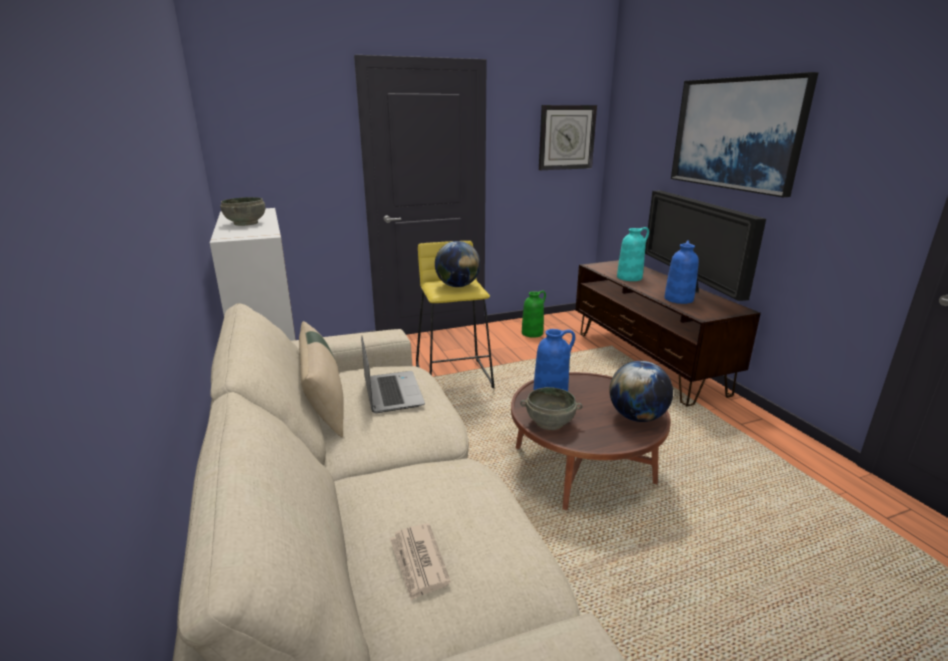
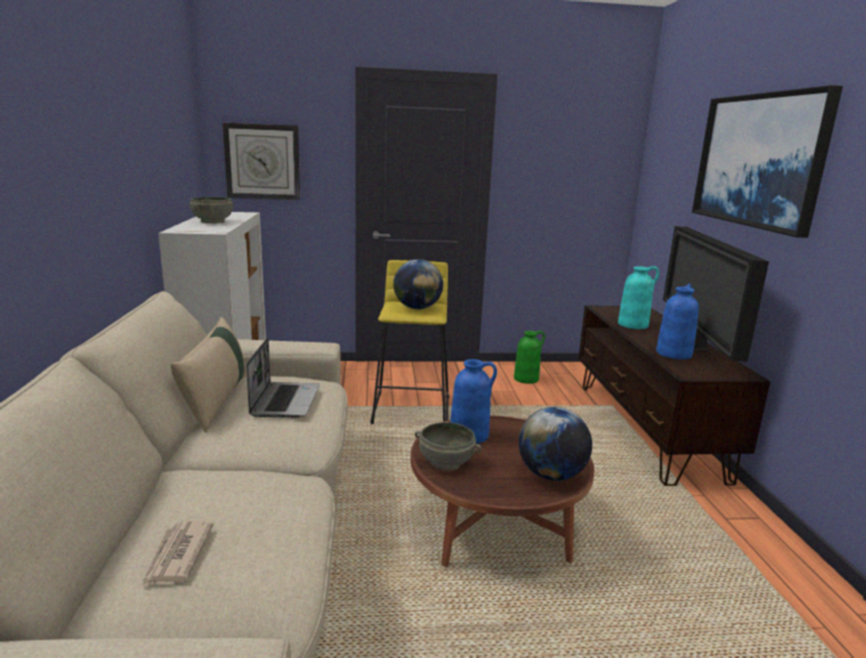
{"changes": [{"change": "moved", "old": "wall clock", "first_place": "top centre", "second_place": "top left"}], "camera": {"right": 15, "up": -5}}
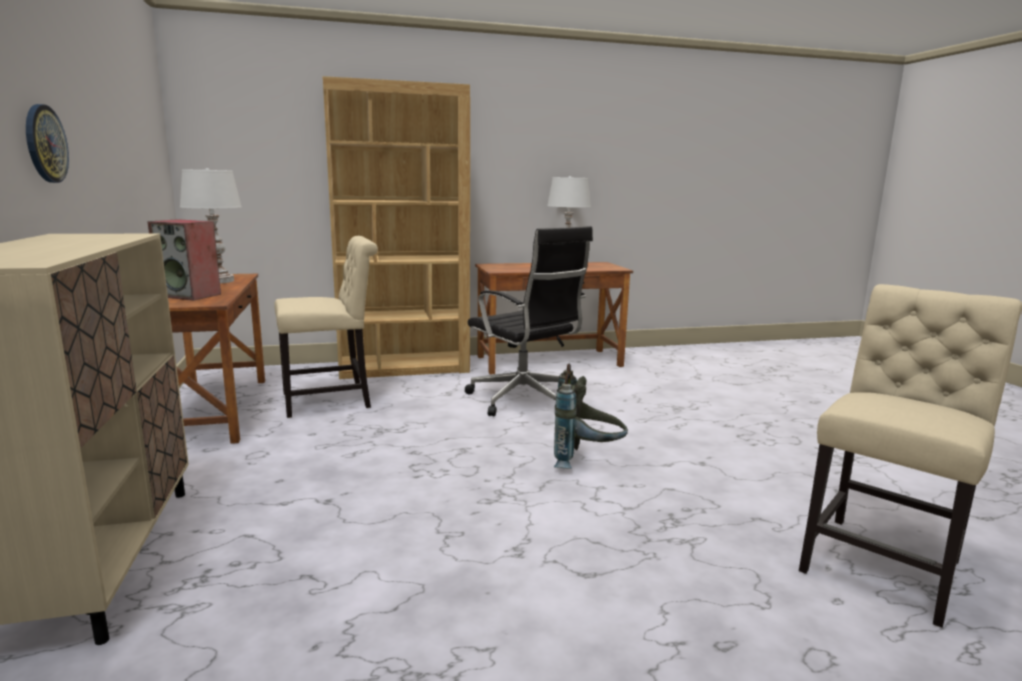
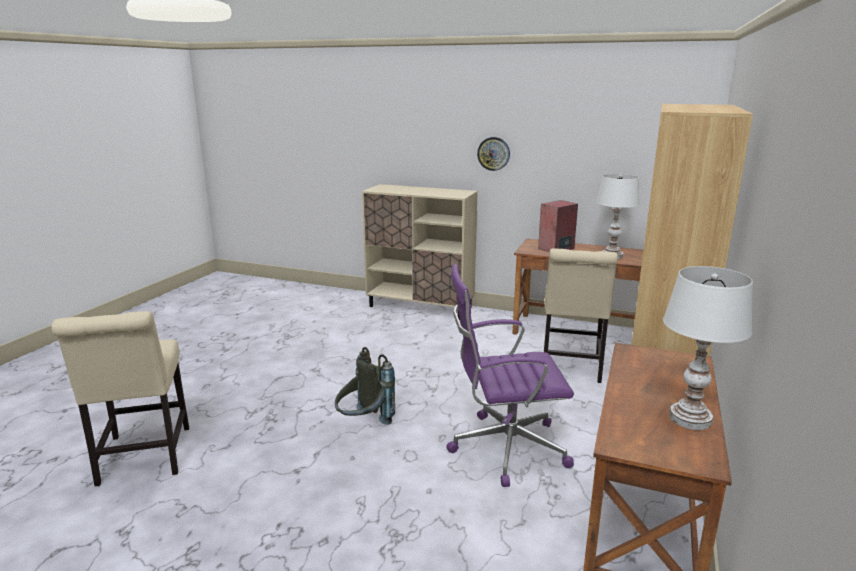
{"changes": [{"change": "recoloured", "old": "office chair (black)", "new": "office chair (purple)", "first_place": "centre", "second_place": "centre"}], "camera": {"right": 125, "up": 5}}
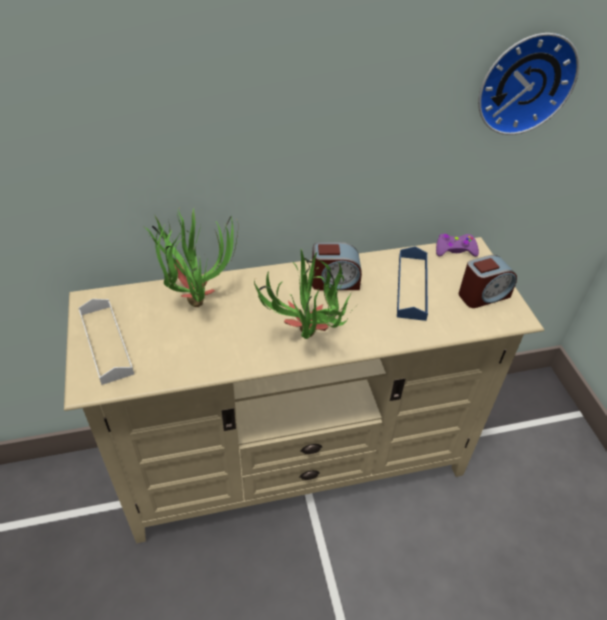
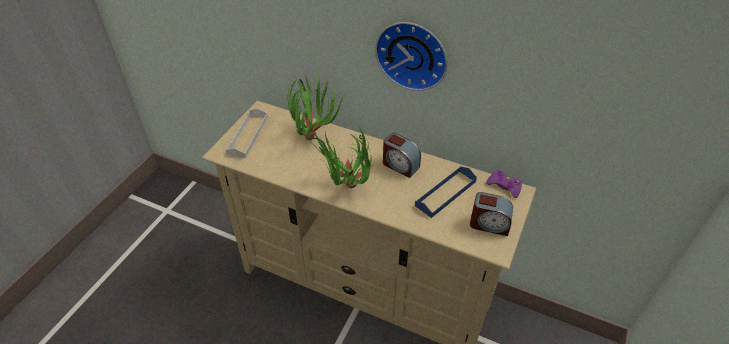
{"changes": [{"change": "moved", "old": "wall clock", "first_place": "top right", "second_place": "top centre"}], "camera": {"right": 40, "up": 0}}
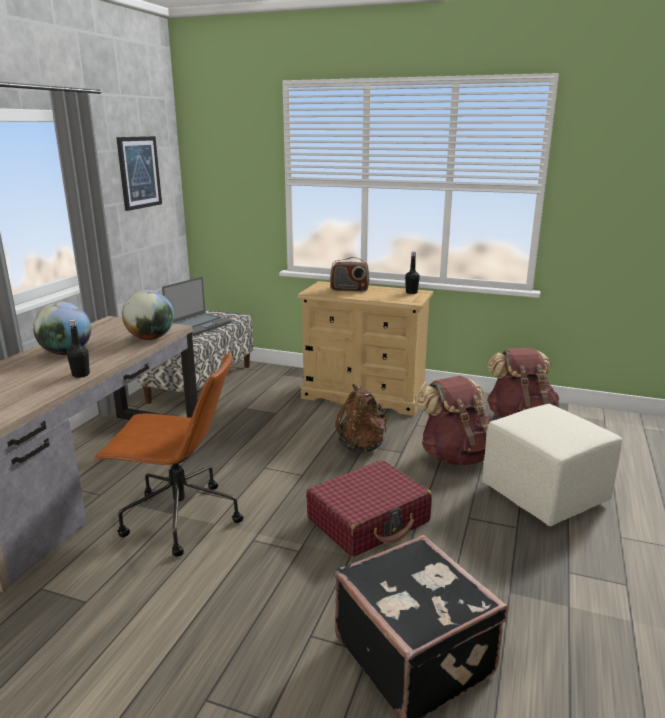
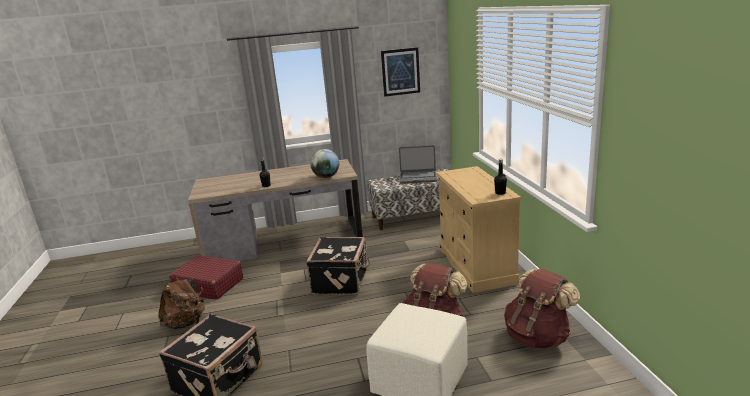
{"changes": [{"change": "removed", "old": "radio", "first_place": "centre"}, {"change": "removed", "old": "world globe (1st from left)", "first_place": "middle left"}, {"change": "removed", "old": "office chair (brown-coloured)", "first_place": "middle left"}, {"change": "moved", "old": "backpack (brown-coloured) (1st from left)", "first_place": "centre", "second_place": "bottom left"}, {"change": "moved", "old": "suitcase (reddish)", "first_place": "bottom centre", "second_place": "bottom left"}, {"change": "added", "new": "suitcase (black) (2nd from left)", "second_place": "bottom centre"}], "camera": {"right": 60, "up": 0}}
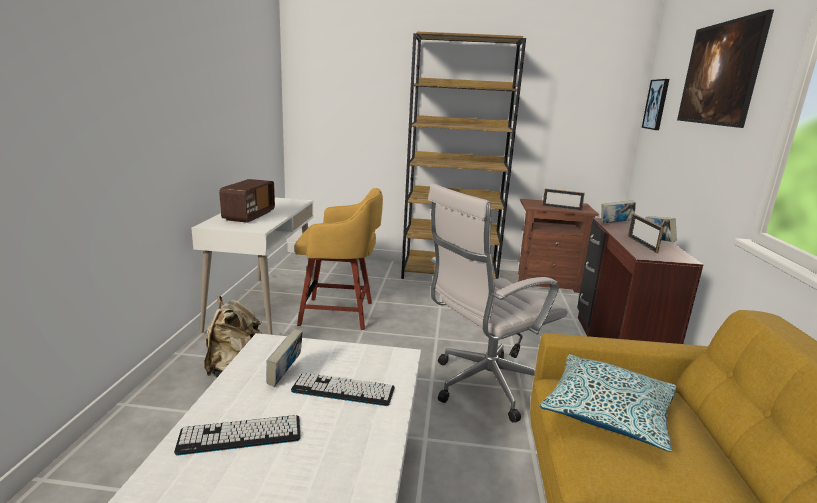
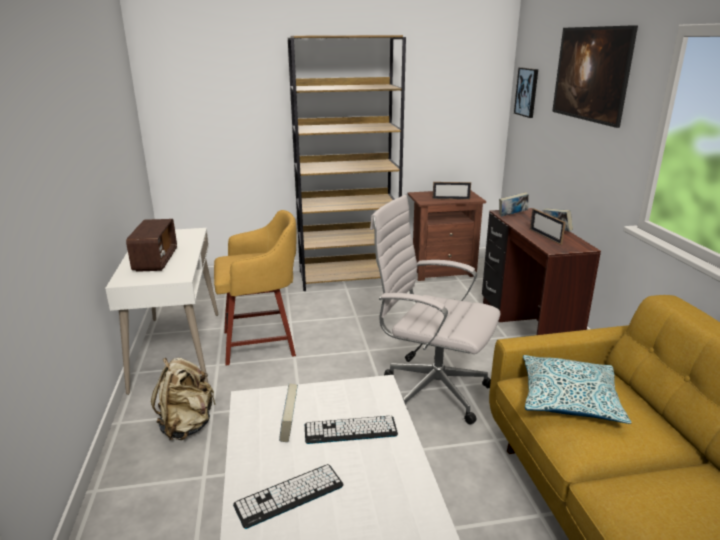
{"changes": [{"change": "turned", "old": "office chair (white-coloured)", "first_place": "centre", "second_place": "centre", "degrees": 75}], "camera": {"right": -15, "up": 5}}
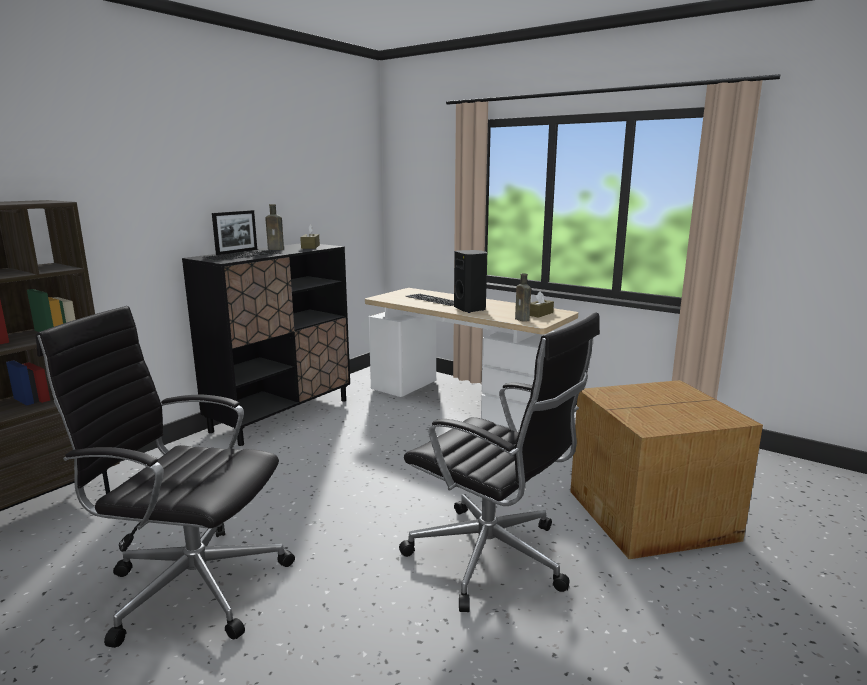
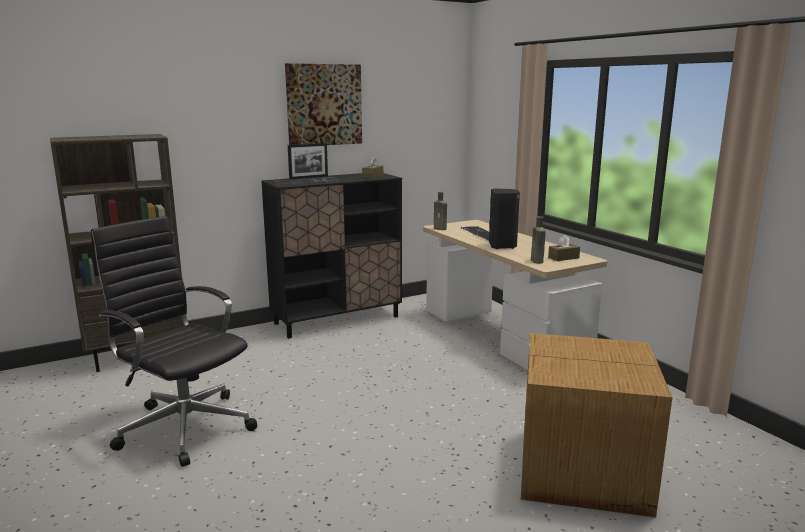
{"changes": [{"change": "moved", "old": "beverage bottle (brown-coloured) (1st from left)", "first_place": "top left", "second_place": "centre"}, {"change": "removed", "old": "office chair (black) (2nd from left)", "first_place": "bottom centre"}, {"change": "added", "new": "wall picture", "second_place": "top centre"}], "camera": {"right": 25, "up": 0}}
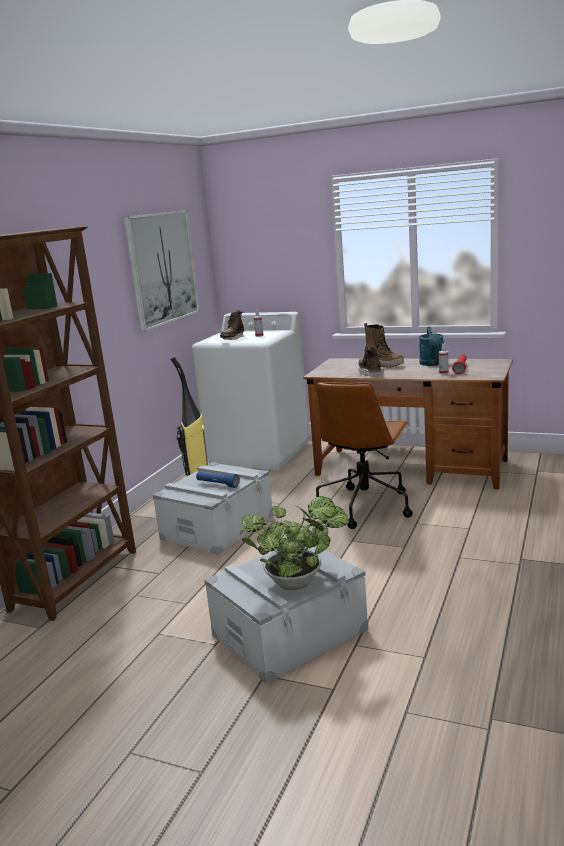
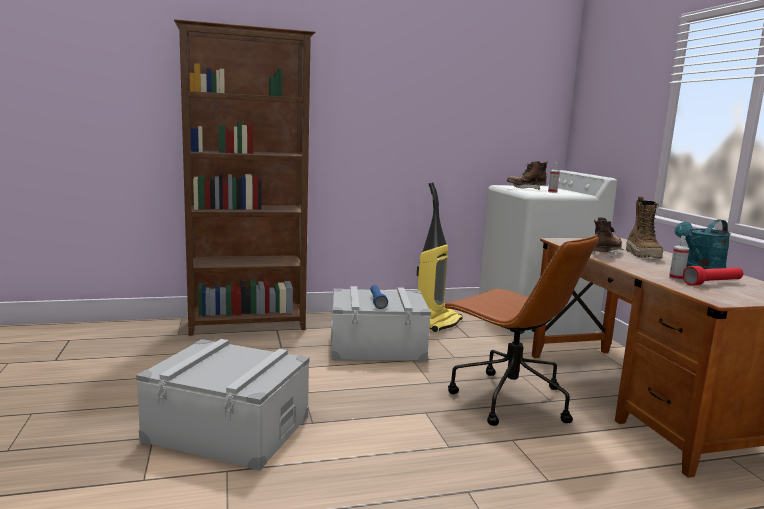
{"changes": [{"change": "removed", "old": "wall picture", "first_place": "top left"}, {"change": "turned", "old": "office chair (brown-coloured)", "first_place": "centre", "second_place": "middle right", "degrees": -120}, {"change": "removed", "old": "potted plant", "first_place": "centre"}], "camera": {"right": 50, "up": -5}}
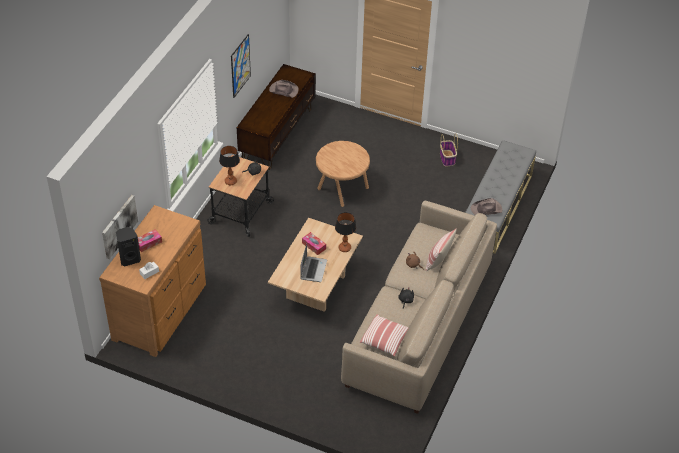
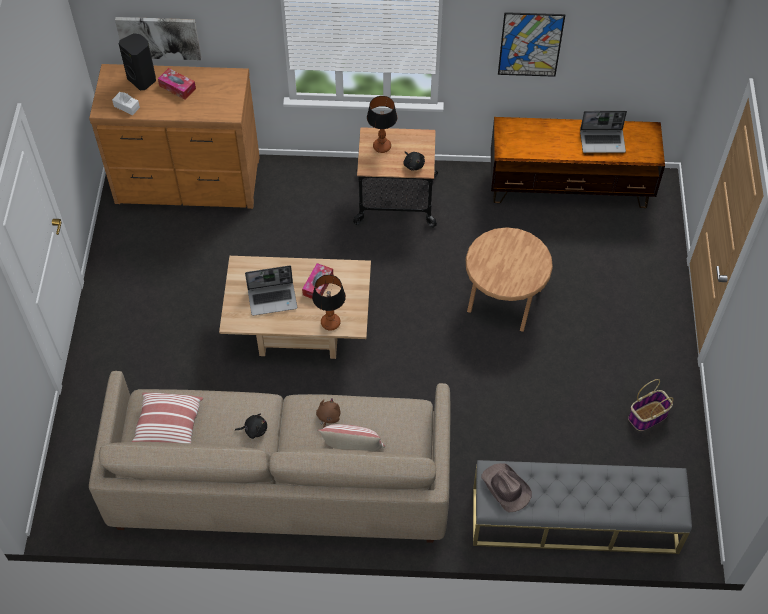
{"changes": [{"change": "replaced", "old": "wearable hat (brown-coloured) (1st from left)", "new": "laptop (2nd from left)", "first_place": "top centre", "second_place": "top right"}], "camera": {"right": 70, "up": 10}}
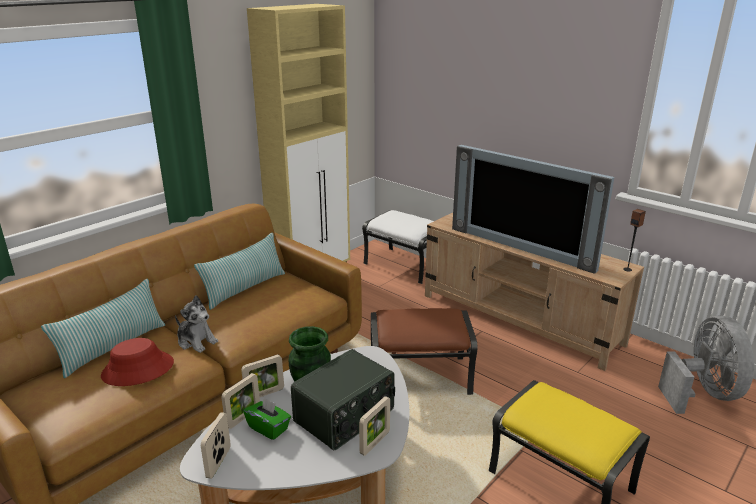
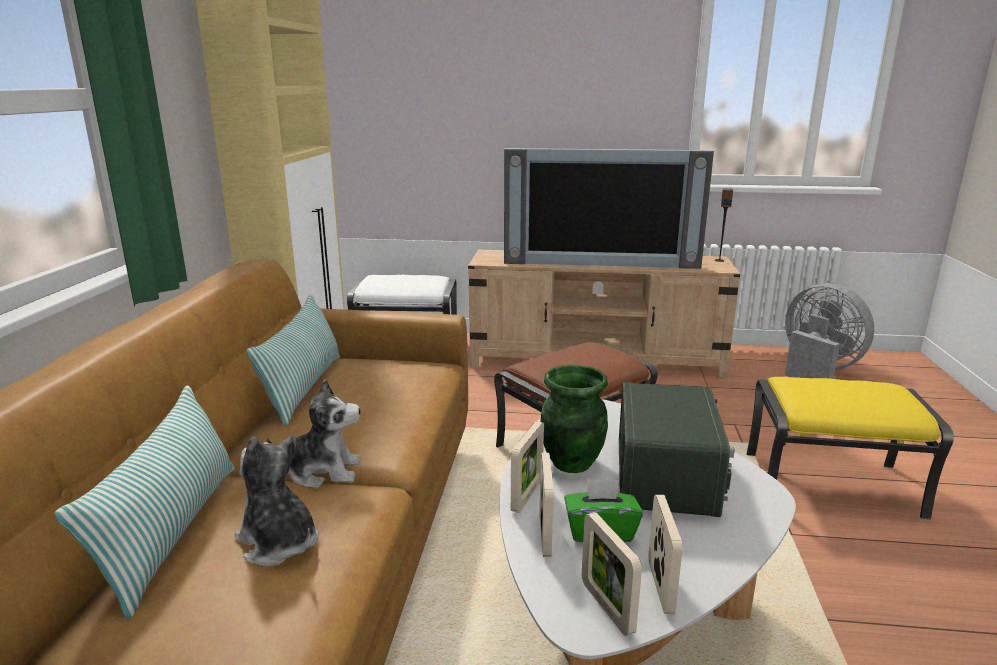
{"changes": [{"change": "replaced", "old": "wearable hat (reddish)", "new": "plush toy (1st from left)", "first_place": "bottom left", "second_place": "bottom left"}, {"change": "moved", "old": "standing frame (4th from left)", "first_place": "bottom centre", "second_place": "bottom right"}], "camera": {"right": -35, "up": -5}}
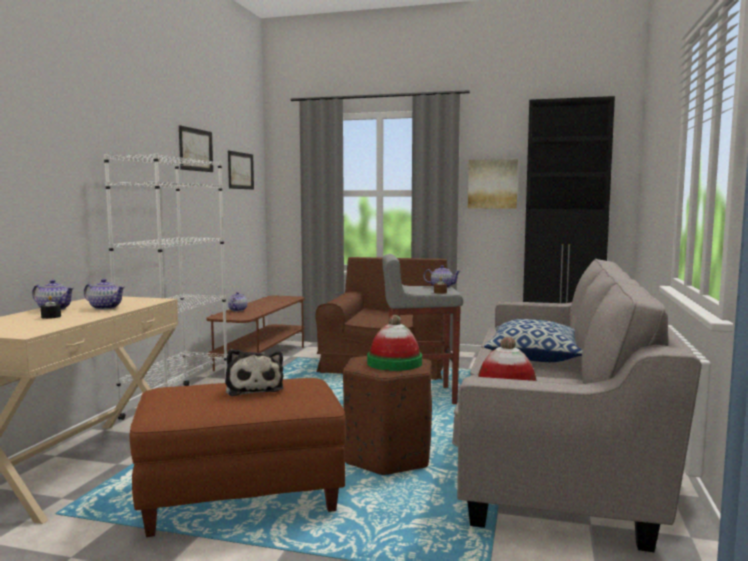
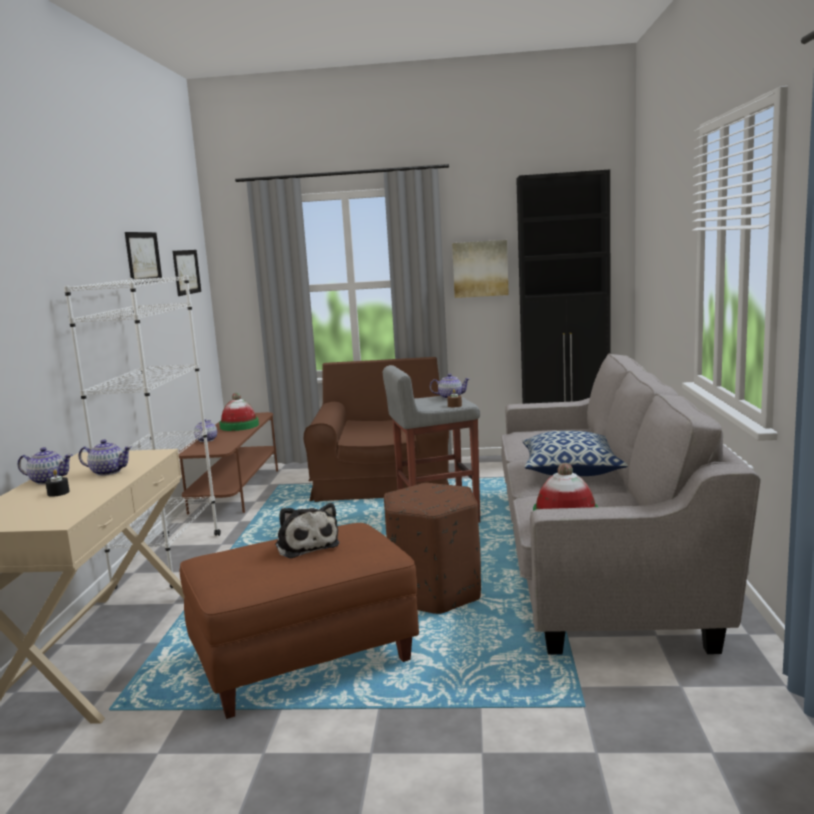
{"changes": [{"change": "moved", "old": "wearable hat (1st from left)", "first_place": "centre", "second_place": "middle left"}], "camera": {"right": -10, "up": 5}}
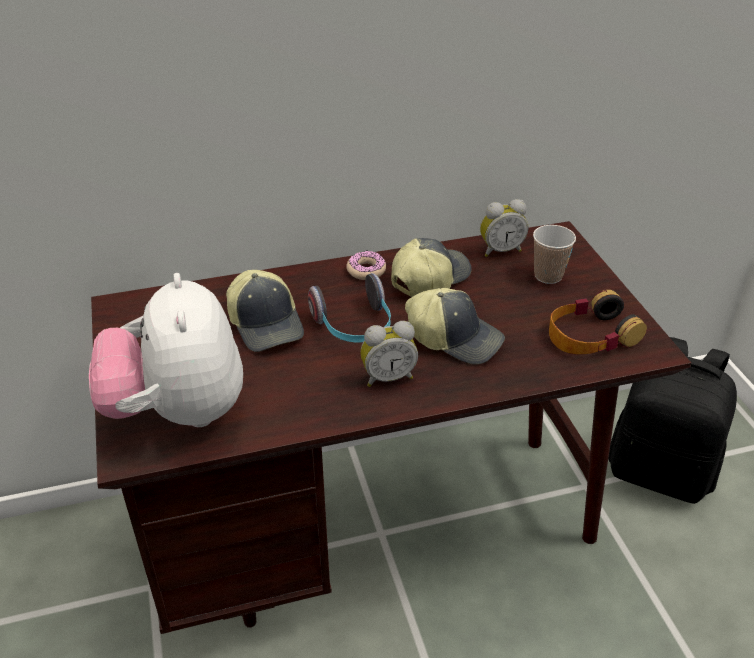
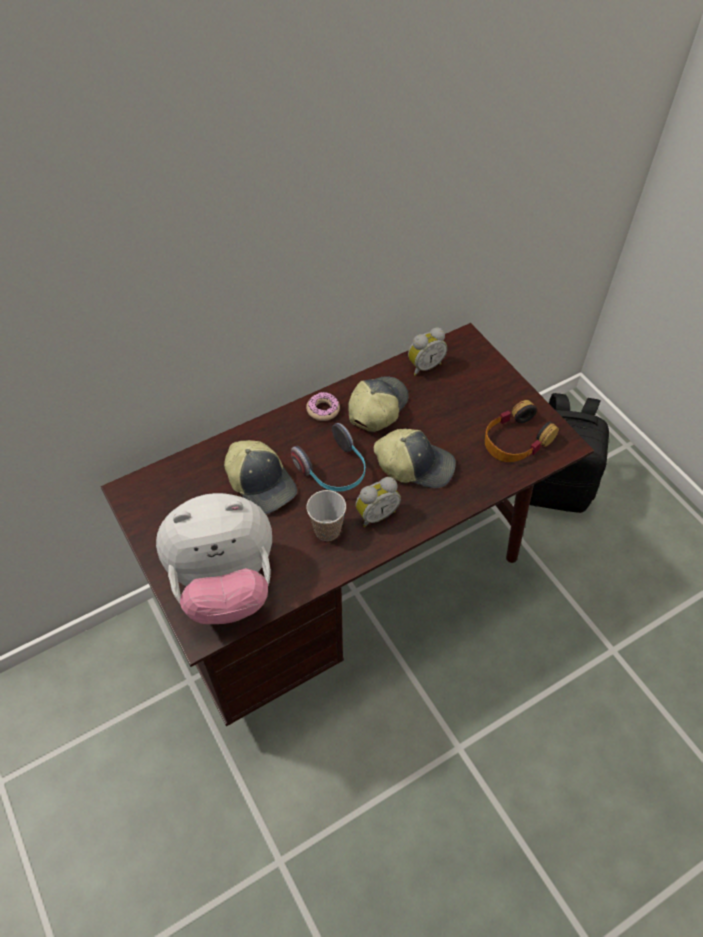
{"changes": [{"change": "moved", "old": "drinking cup", "first_place": "middle right", "second_place": "centre"}, {"change": "turned", "old": "plush toy", "first_place": "middle left", "second_place": "middle left", "degrees": -75}], "camera": {"right": -15, "up": 15}}
